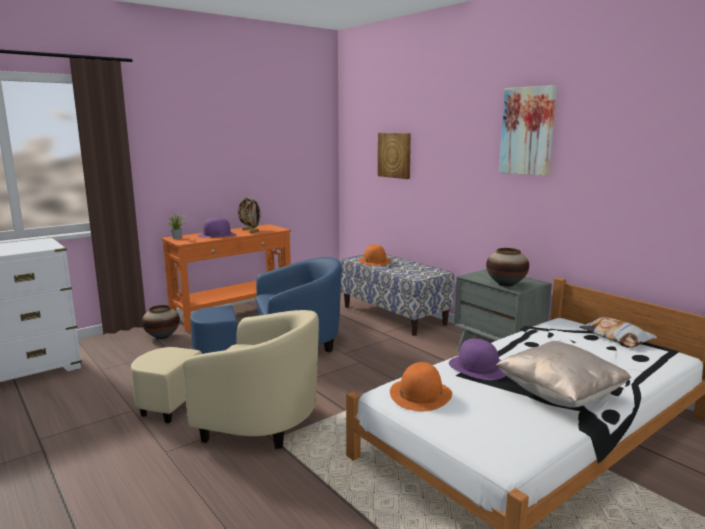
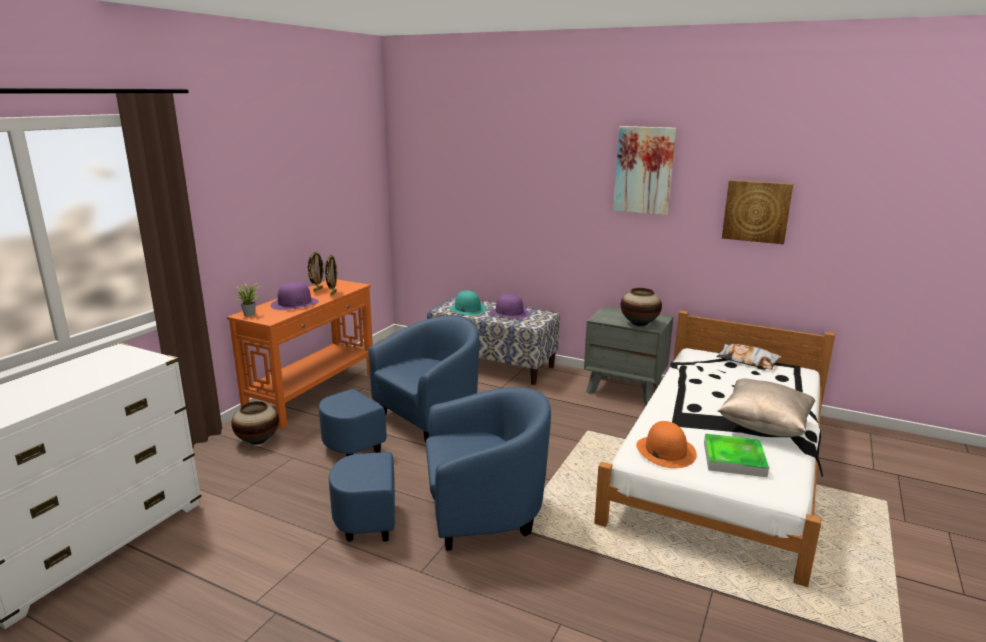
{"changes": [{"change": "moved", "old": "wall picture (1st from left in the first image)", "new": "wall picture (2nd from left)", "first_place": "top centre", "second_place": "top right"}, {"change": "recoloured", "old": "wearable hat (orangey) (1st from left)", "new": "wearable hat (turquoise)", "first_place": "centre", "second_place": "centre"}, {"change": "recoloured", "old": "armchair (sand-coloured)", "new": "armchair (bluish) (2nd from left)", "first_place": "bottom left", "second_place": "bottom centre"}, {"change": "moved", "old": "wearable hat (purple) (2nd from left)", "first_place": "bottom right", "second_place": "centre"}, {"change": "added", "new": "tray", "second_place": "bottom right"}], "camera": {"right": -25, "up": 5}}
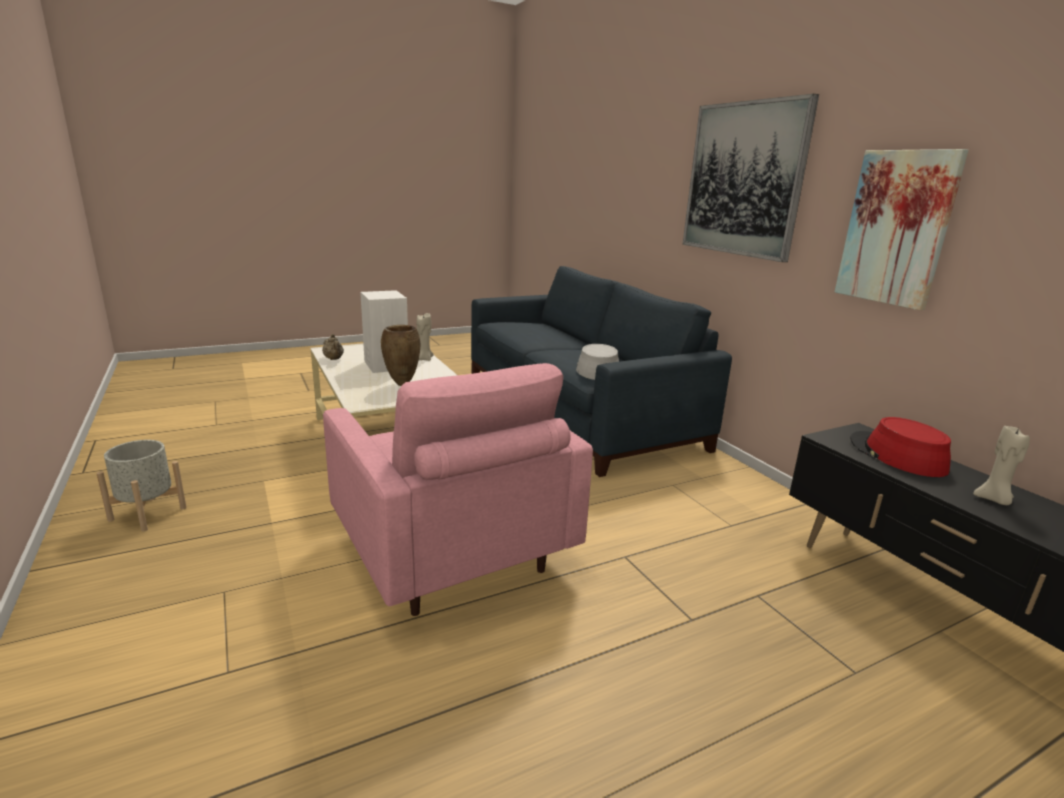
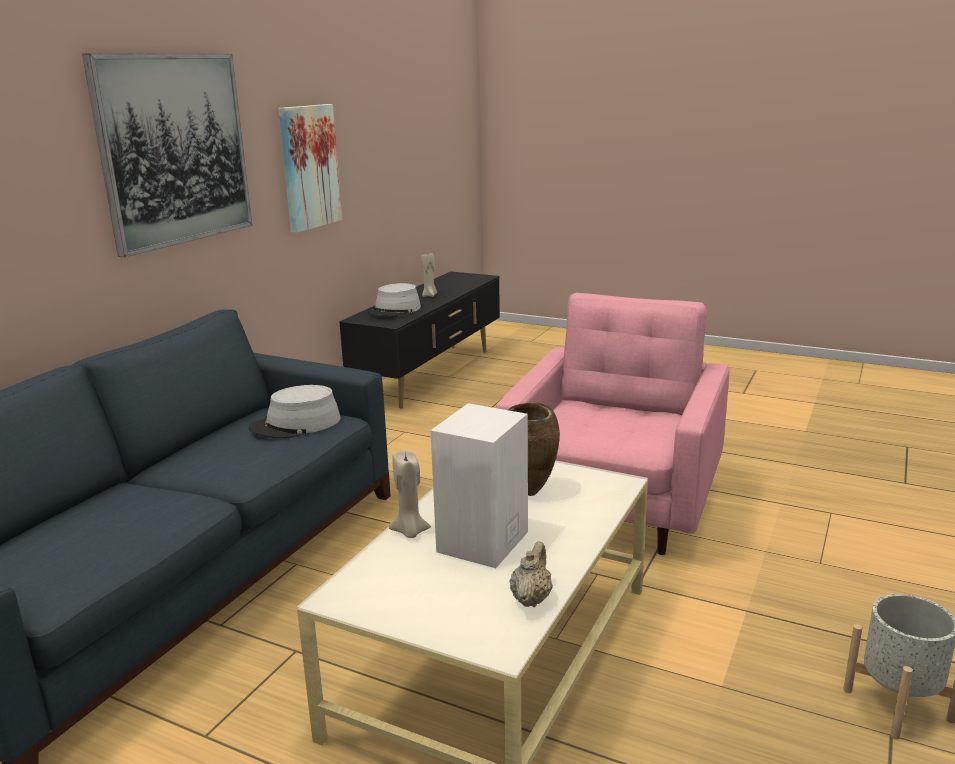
{"changes": [{"change": "recoloured", "old": "wearable hat (reddish)", "new": "wearable hat (greyish) (2nd from left)", "first_place": "middle right", "second_place": "centre"}], "camera": {"right": -125, "up": 0}}
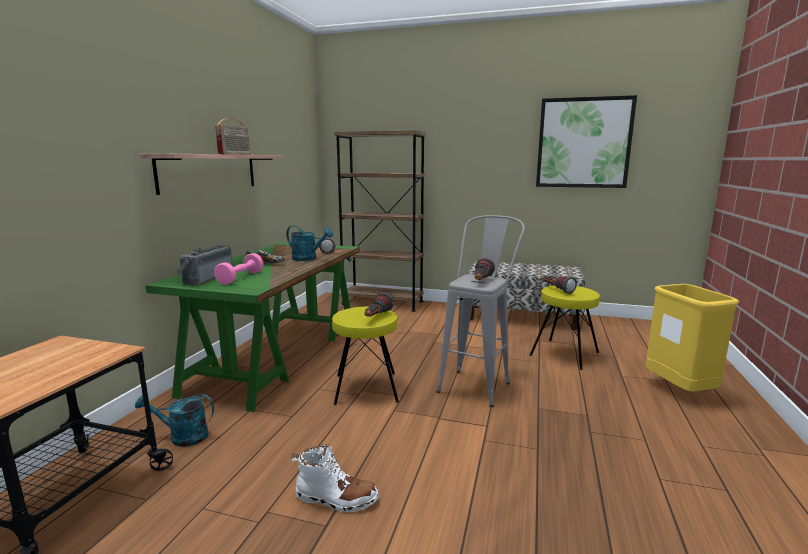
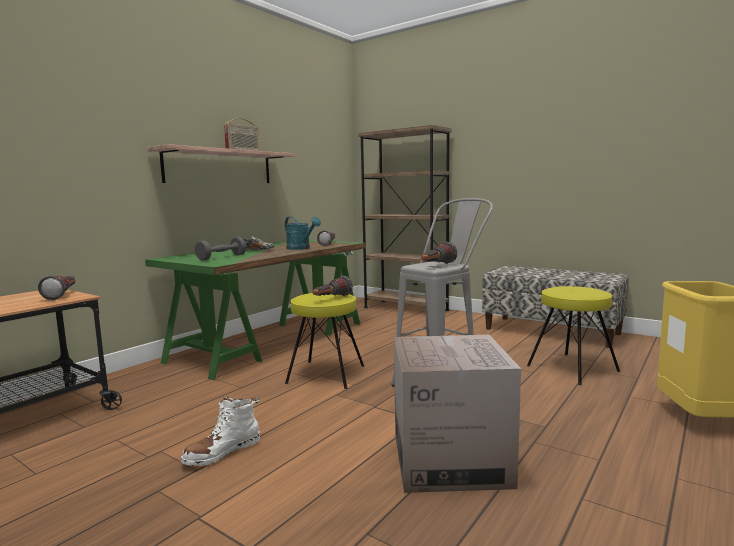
{"changes": [{"change": "removed", "old": "wall picture", "first_place": "top right"}, {"change": "removed", "old": "radio (1st from left)", "first_place": "middle left"}, {"change": "recoloured", "old": "dumbbell (pink)", "new": "dumbbell (greyish)", "first_place": "middle left", "second_place": "middle left"}, {"change": "moved", "old": "flashlight (4th from left in the first image)", "new": "flashlight (1st from left)", "first_place": "middle right", "second_place": "middle left"}, {"change": "removed", "old": "watering pot (turquoise) (1st from left)", "first_place": "bottom left"}, {"change": "turned", "old": "boot (white-coloured)", "first_place": "bottom centre", "second_place": "bottom left", "degrees": 105}, {"change": "added", "new": "cardboard box", "second_place": "bottom centre"}], "camera": {"right": 20, "up": -5}}
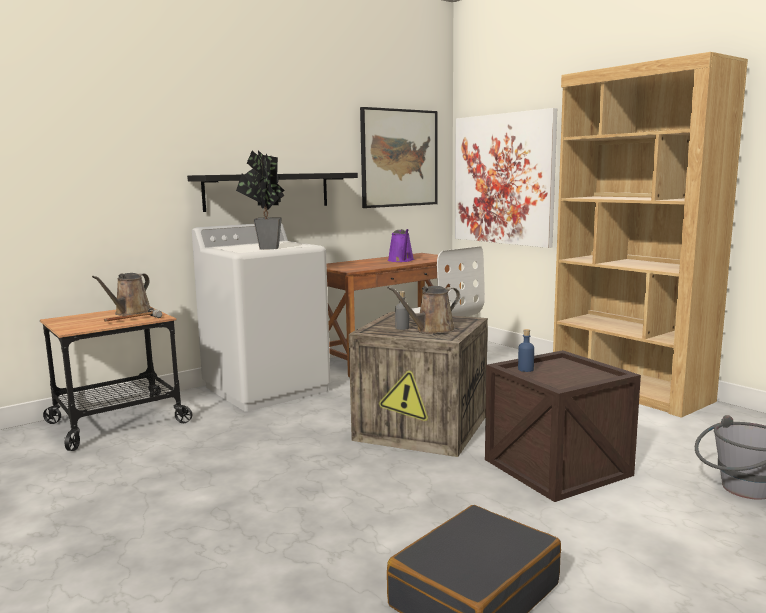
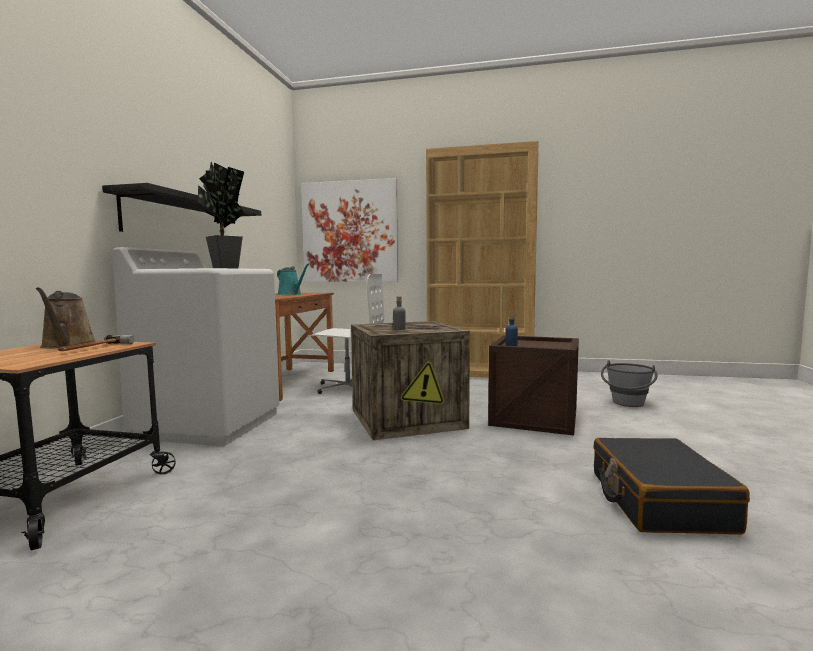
{"changes": [{"change": "removed", "old": "wall picture (1st from left)", "first_place": "top centre"}, {"change": "recoloured", "old": "watering pot (purple)", "new": "watering pot (turquoise)", "first_place": "centre", "second_place": "centre"}, {"change": "removed", "old": "watering pot (brown-coloured) (2nd from left)", "first_place": "centre"}], "camera": {"right": -40, "up": -5}}
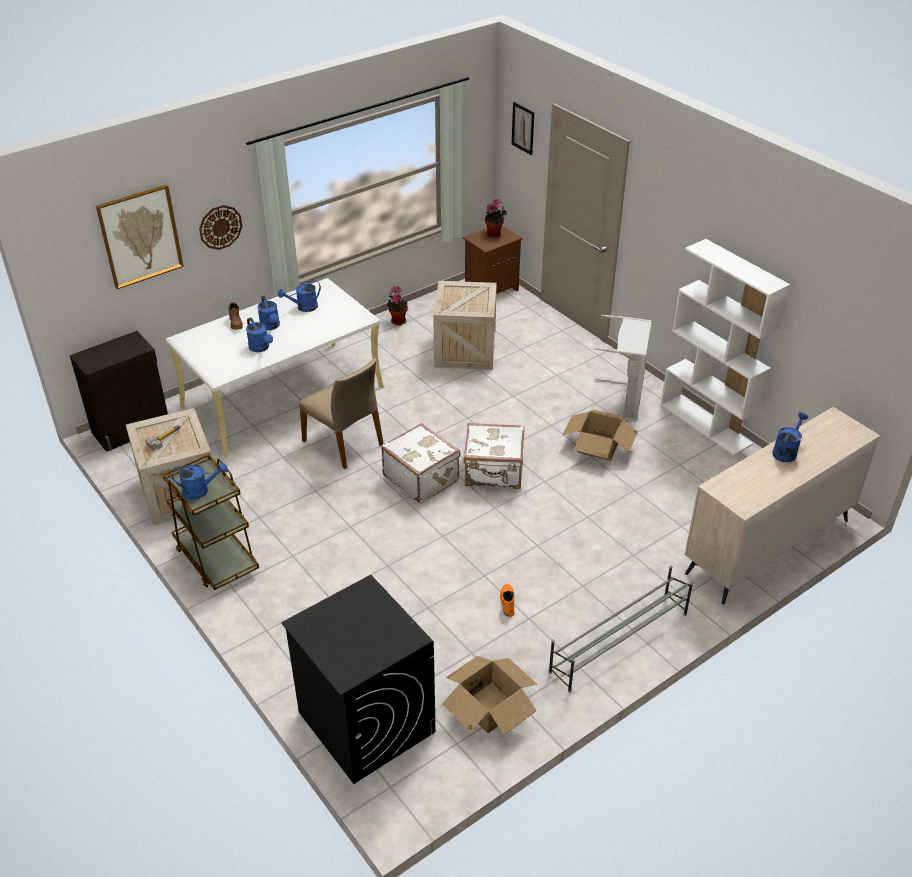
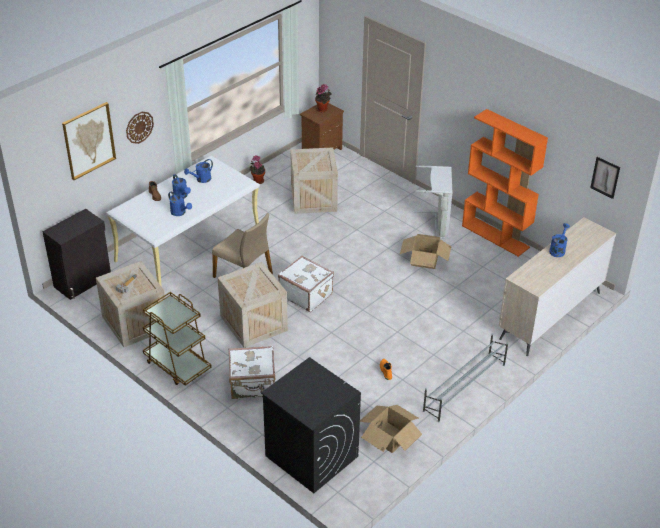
{"changes": [{"change": "moved", "old": "wall picture (2nd from left)", "first_place": "top centre", "second_place": "middle right"}, {"change": "recoloured", "old": "bookshelf (white-coloured)", "new": "bookshelf (orangey)", "first_place": "middle right", "second_place": "middle right"}, {"change": "moved", "old": "suitcase (white-coloured) (2nd from left in the first image)", "new": "suitcase (white-coloured) (1st from left)", "first_place": "centre", "second_place": "bottom centre"}, {"change": "removed", "old": "watering pot (bluish) (1st from left)", "first_place": "middle left"}, {"change": "added", "new": "shipping crate (2nd from left)", "second_place": "centre"}], "camera": {"right": -10, "up": 0}}
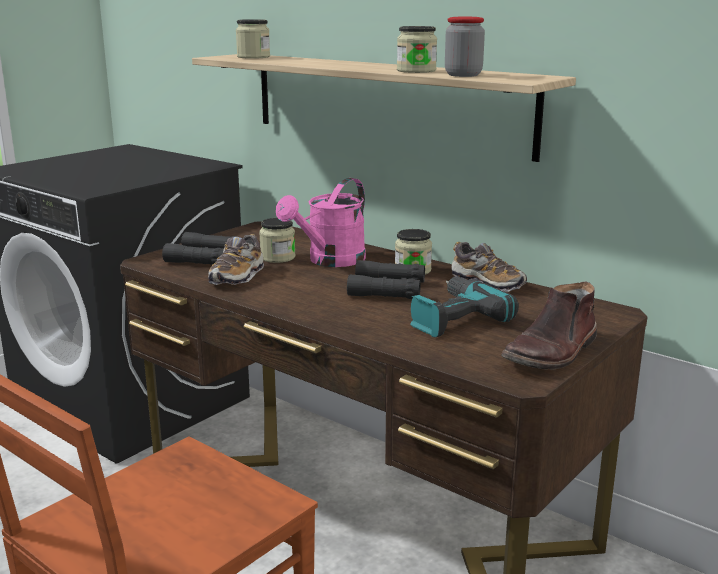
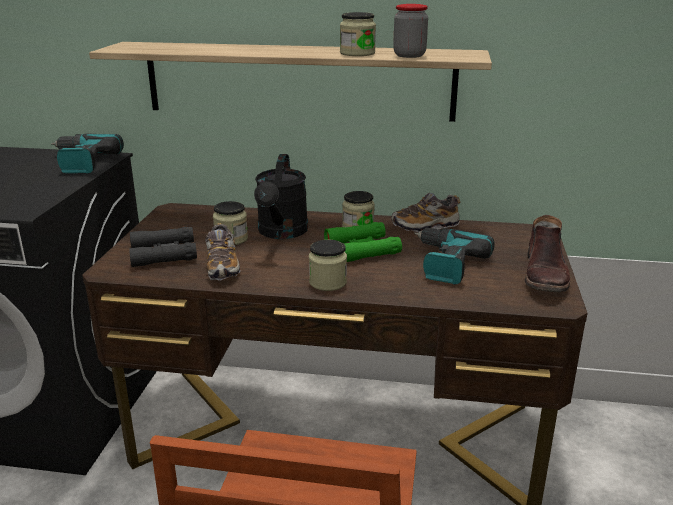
{"changes": [{"change": "moved", "old": "preserve jar (1st from left in the first image)", "new": "preserve jar (2nd from left)", "first_place": "top centre", "second_place": "centre"}, {"change": "recoloured", "old": "watering pot (pink)", "new": "watering pot (black)", "first_place": "centre", "second_place": "centre"}, {"change": "turned", "old": "shoe (2nd from left)", "first_place": "middle right", "second_place": "centre", "degrees": 150}, {"change": "recoloured", "old": "binoculars (black) (2nd from left)", "new": "binoculars (green)", "first_place": "centre", "second_place": "centre"}, {"change": "added", "new": "electric drill (1st from left)", "second_place": "top left"}], "camera": {"right": -30, "up": 5}}
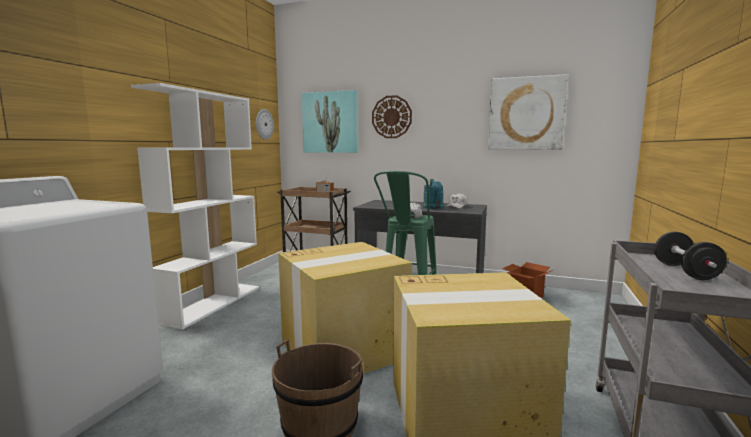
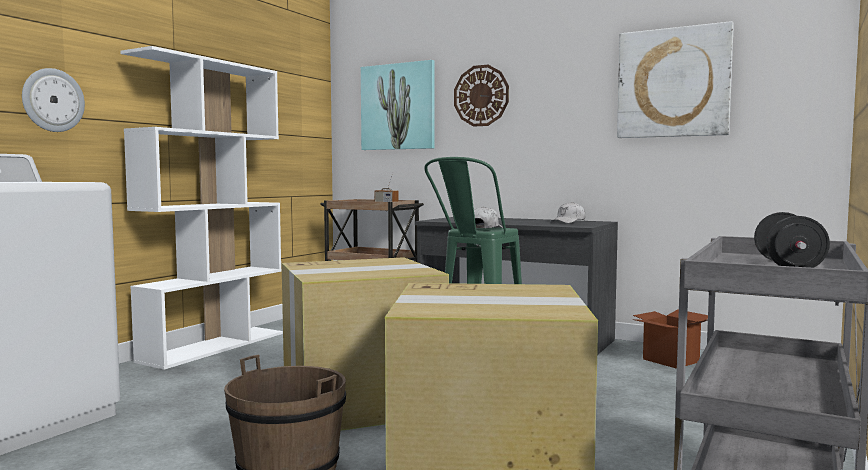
{"changes": [{"change": "moved", "old": "wall clock (1st from left)", "first_place": "top centre", "second_place": "top left"}, {"change": "removed", "old": "watering pot (turquoise)", "first_place": "centre"}], "camera": {"right": 10, "up": -5}}
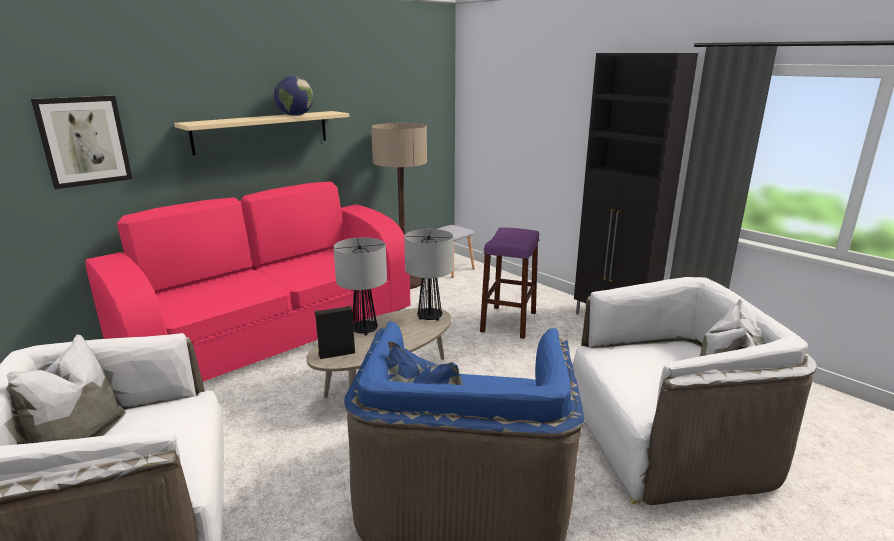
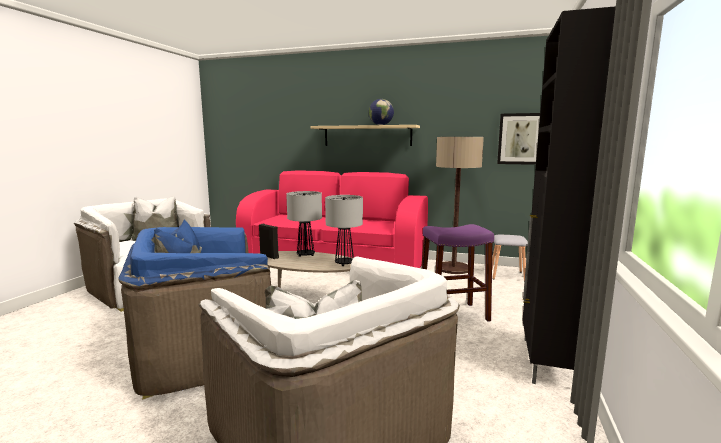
{"changes": [{"change": "moved", "old": "wall picture", "first_place": "top left", "second_place": "top right"}], "camera": {"right": 60, "up": -10}}
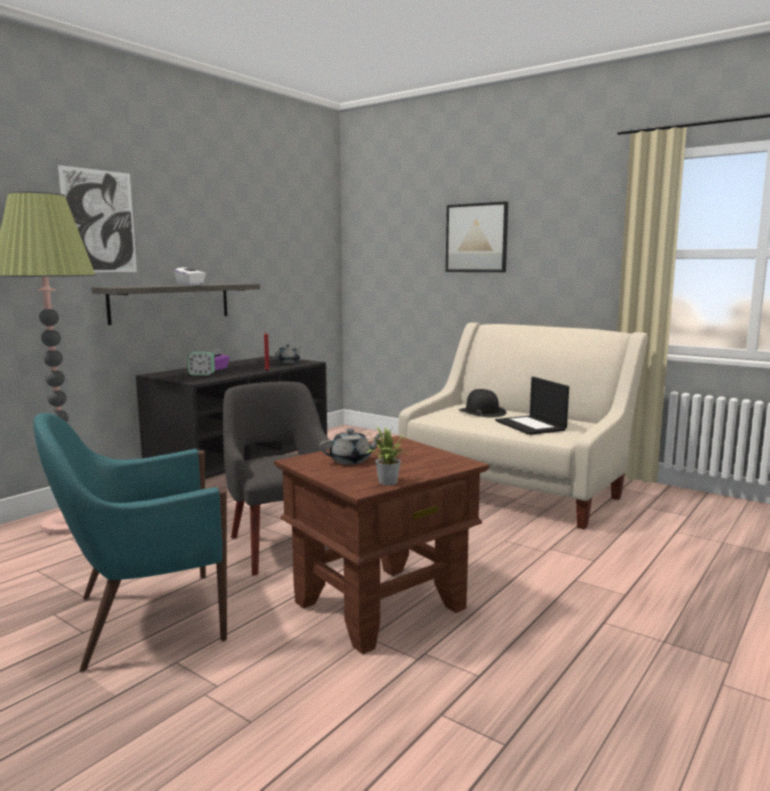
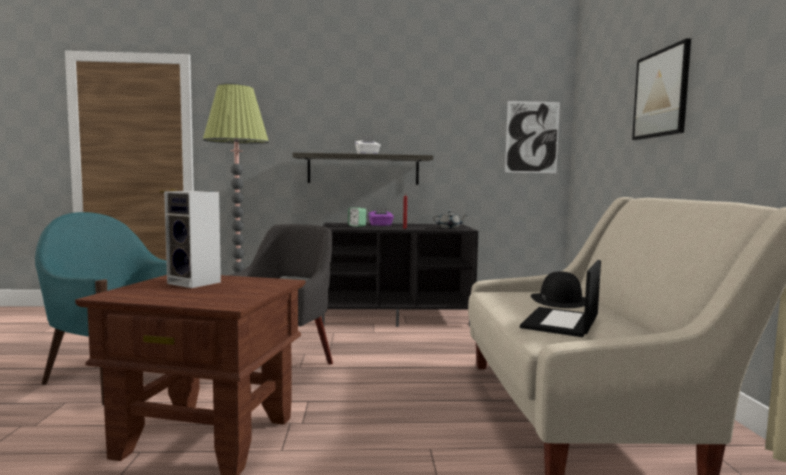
{"changes": [{"change": "moved", "old": "wall picture (1st from left)", "first_place": "top left", "second_place": "top right"}, {"change": "removed", "old": "potted plant", "first_place": "centre"}, {"change": "replaced", "old": "tea pot (greyish) (2nd from left)", "new": "loudspeaker", "first_place": "centre", "second_place": "middle left"}], "camera": {"right": 50, "up": -5}}
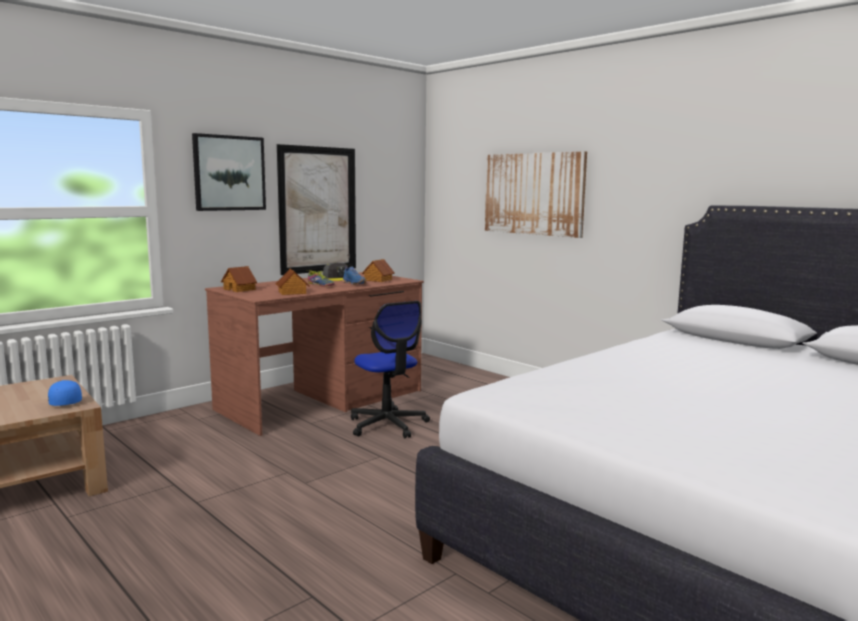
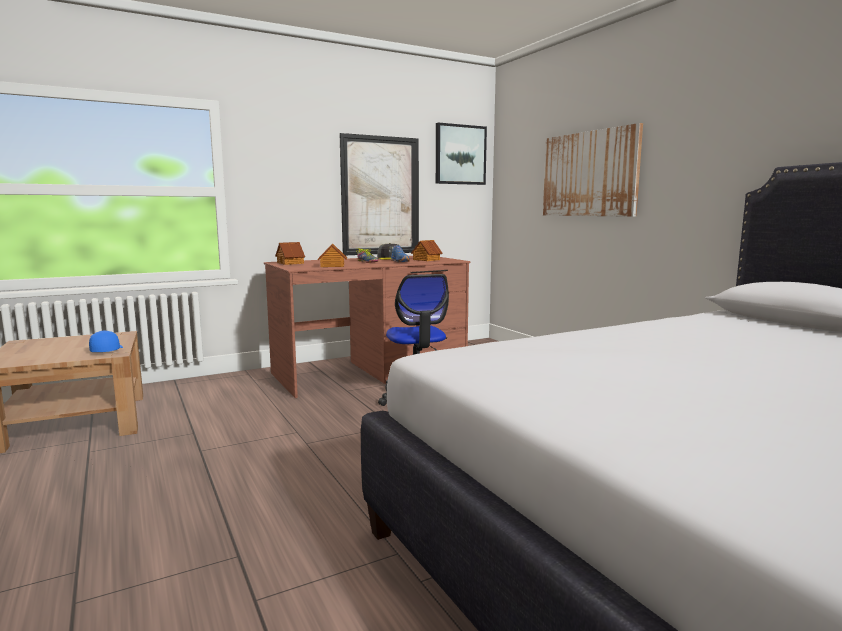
{"changes": [{"change": "moved", "old": "wall picture (1st from left in the first image)", "new": "wall picture (2nd from left)", "first_place": "top left", "second_place": "top centre"}], "camera": {"right": 15, "up": 0}}
